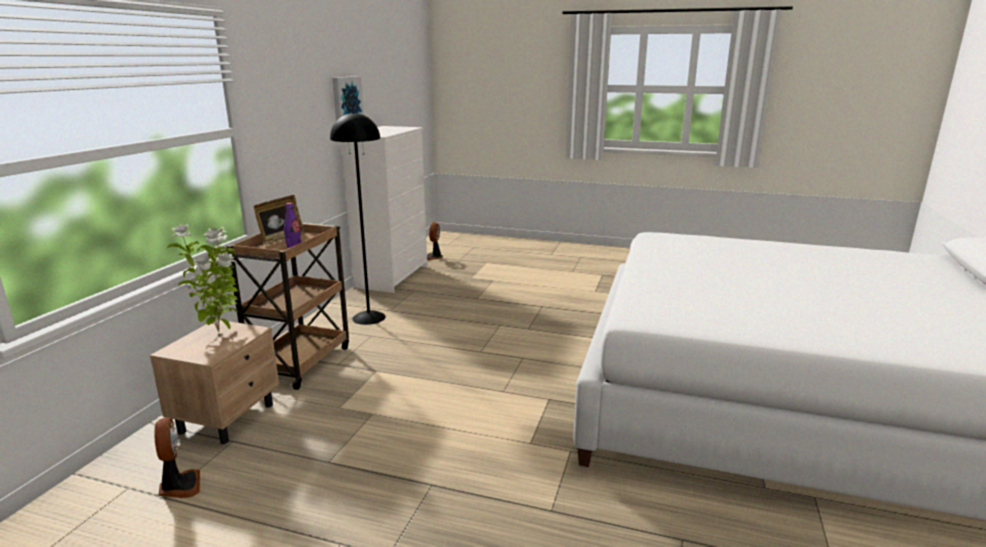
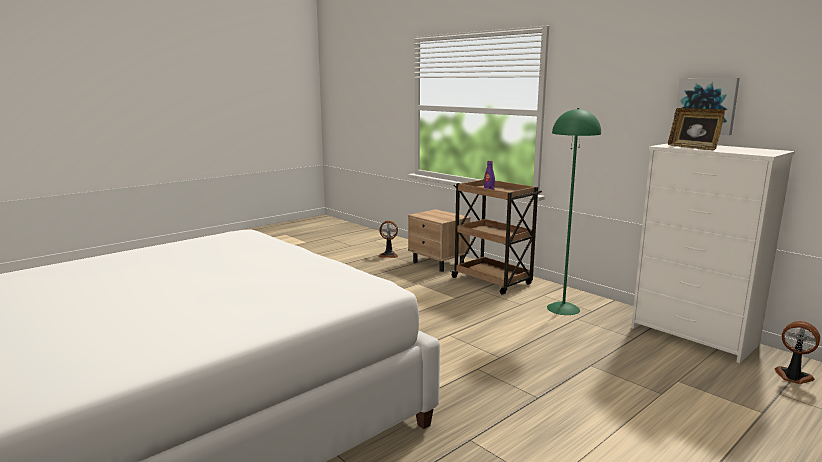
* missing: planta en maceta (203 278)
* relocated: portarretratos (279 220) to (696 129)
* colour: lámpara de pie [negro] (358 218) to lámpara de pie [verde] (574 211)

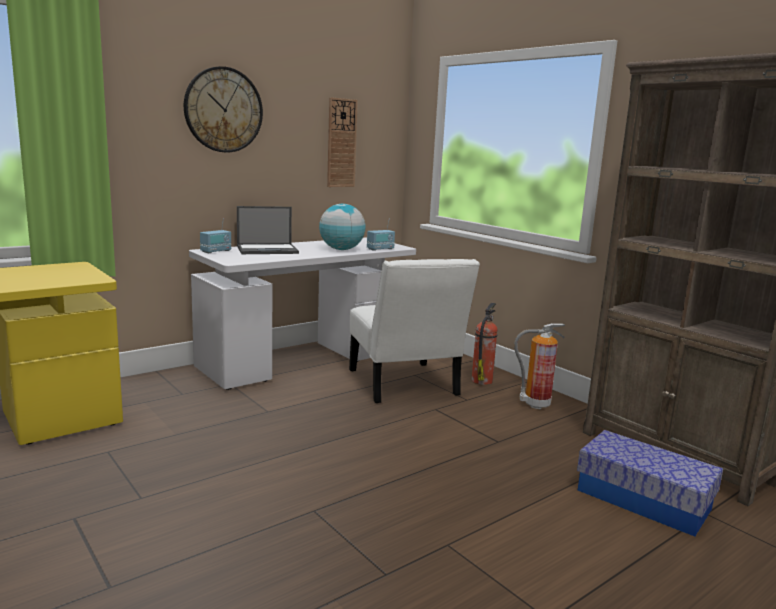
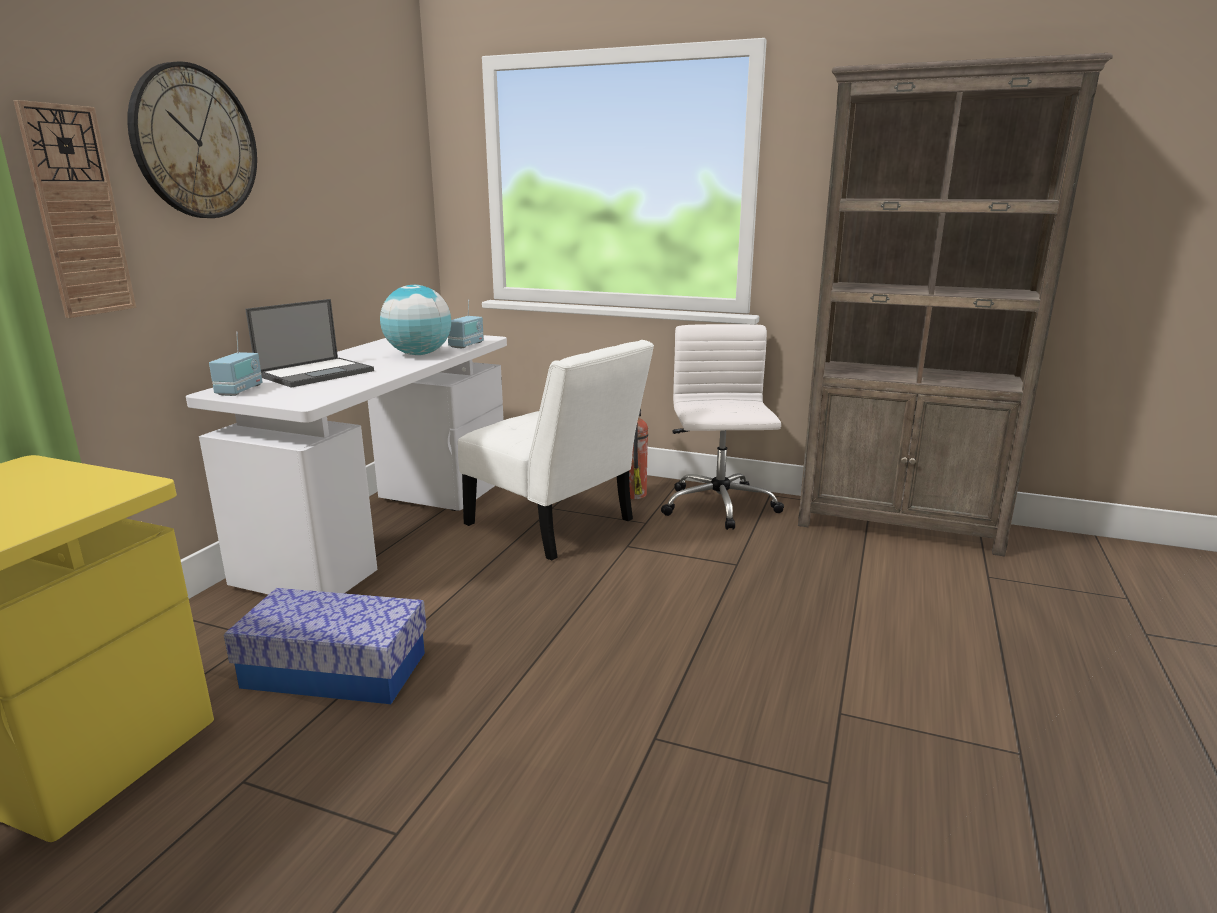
* relocated: reloj de pared (342 142) to (74 209)
* relocated: caja de almacenaje (650 483) to (325 646)
* exchanged: extintor (539 366) to silla de oficina [blanco] (722 427)

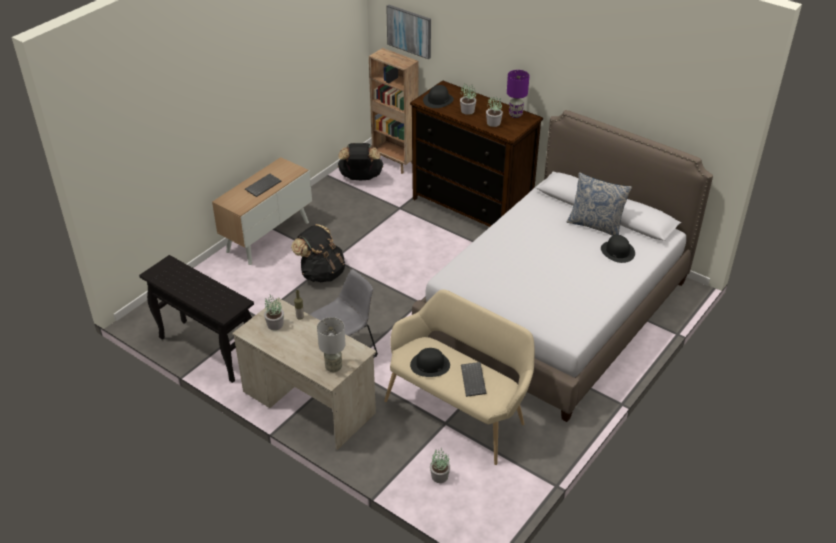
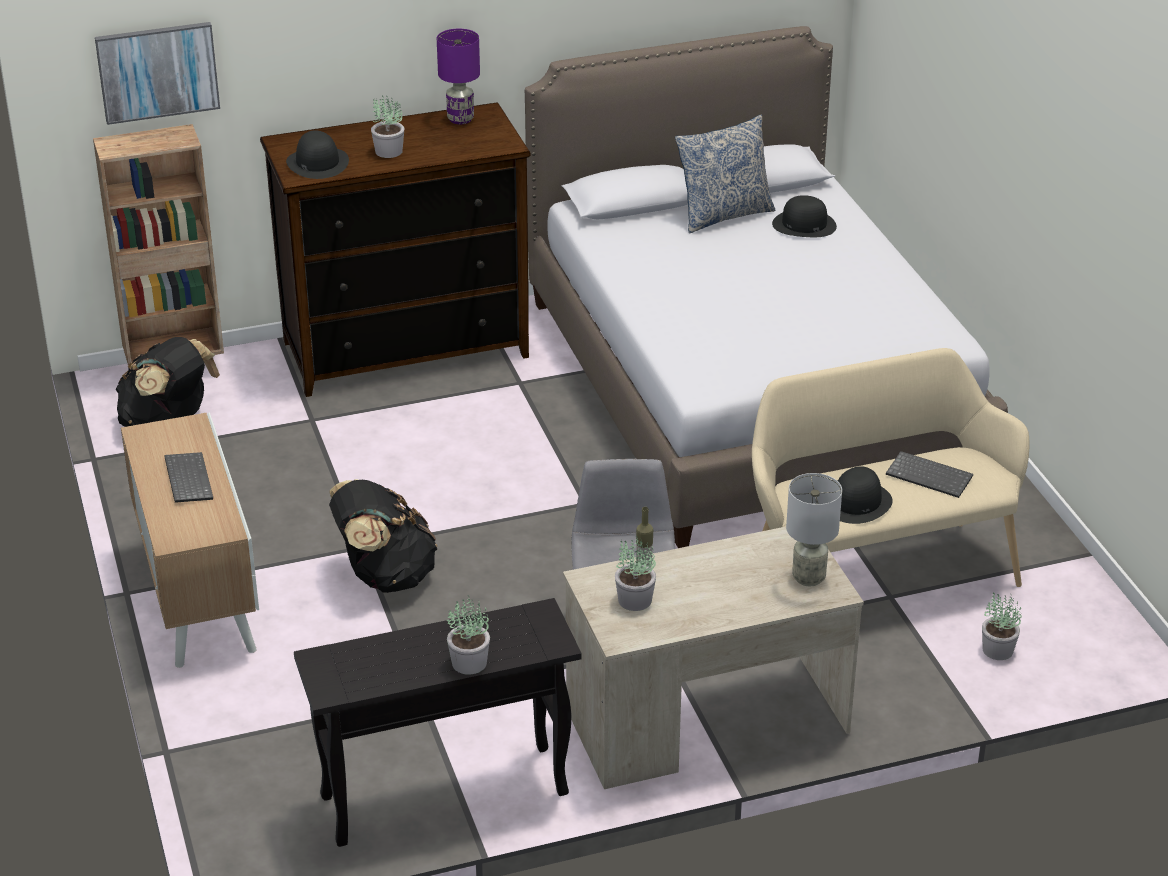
* relocated: planta en maceta (494 111) to (468 635)

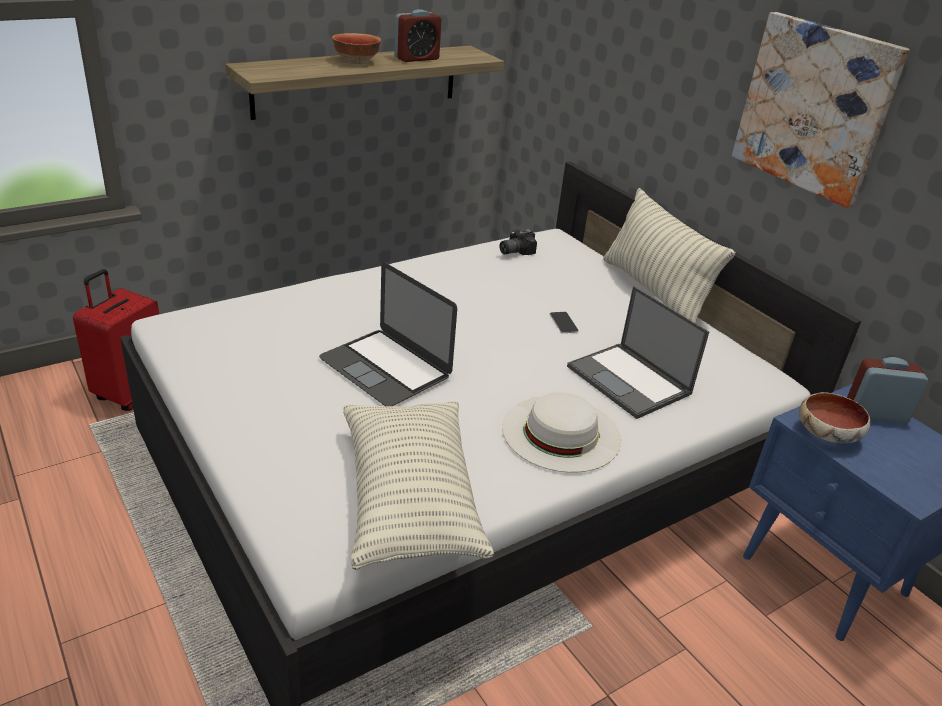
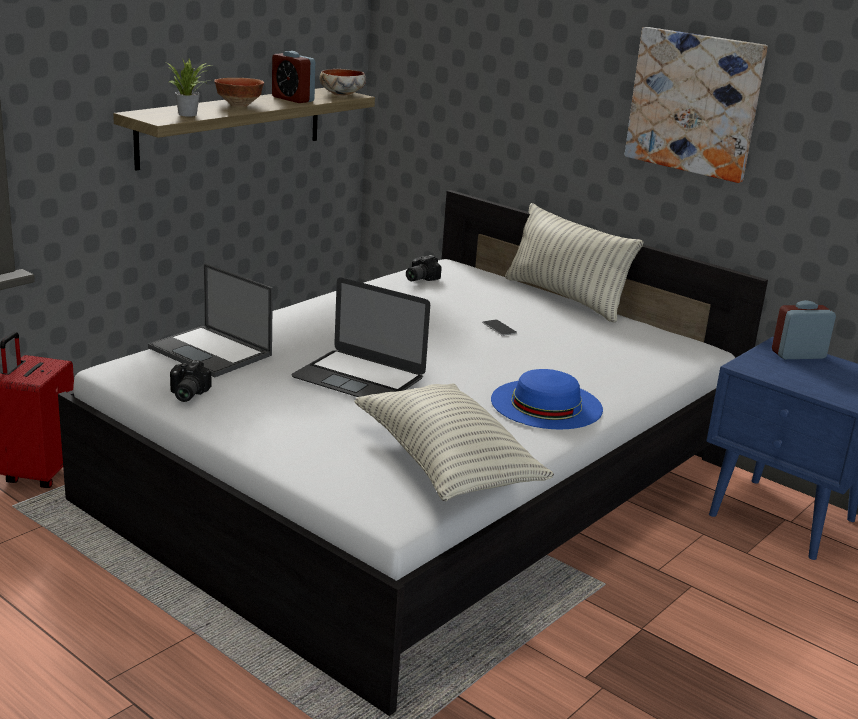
* appeared: planta en maceta (190 87)
* appeared: cámara (190 381)
* relocated: portátil (638 352) to (210 320)
* relocated: cuenco (835 417) to (343 82)
* colour: sombrero [blanco] (561 432) to sombrero [azul] (547 399)
* spun: despertador (417 35) = (293 77) 90 degrees clockwise

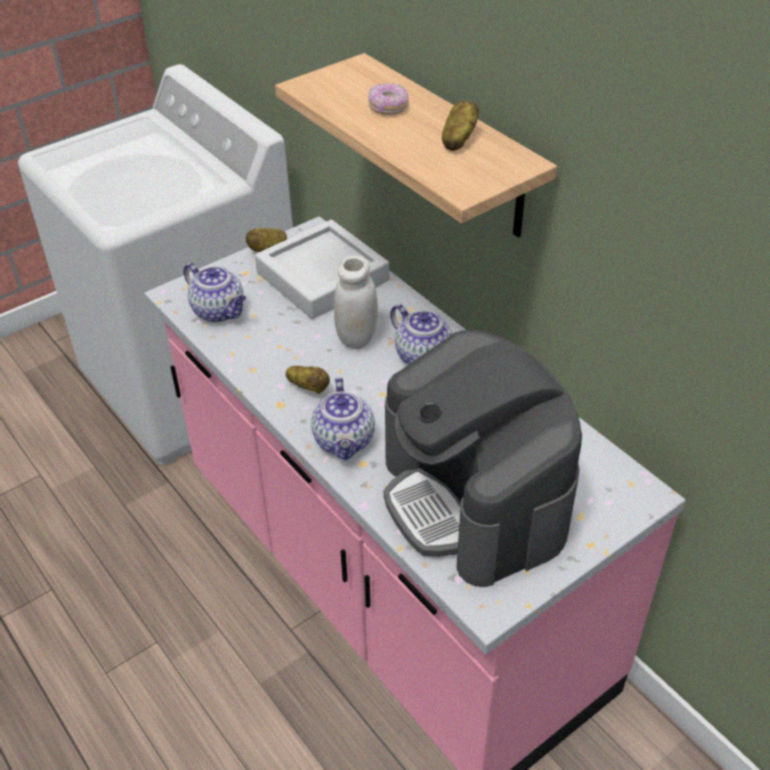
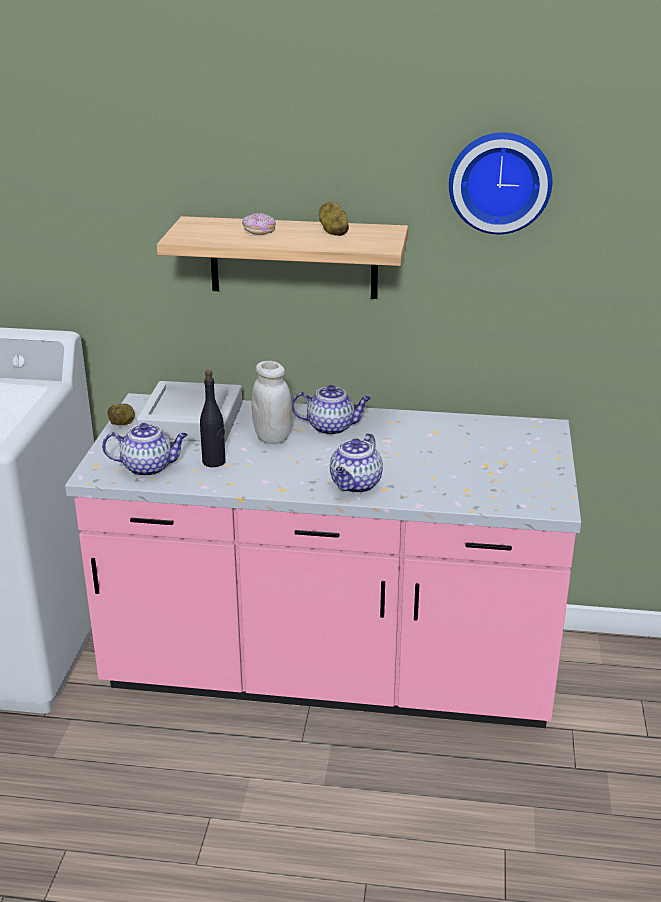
* missing: patata (307 380)
* missing: cafetera (483 458)
* appeared: botella [negro] (212 418)
* appeared: reloj de pared (500 183)
* spun: tetera (343 418) = (356 463) 75 degrees clockwise

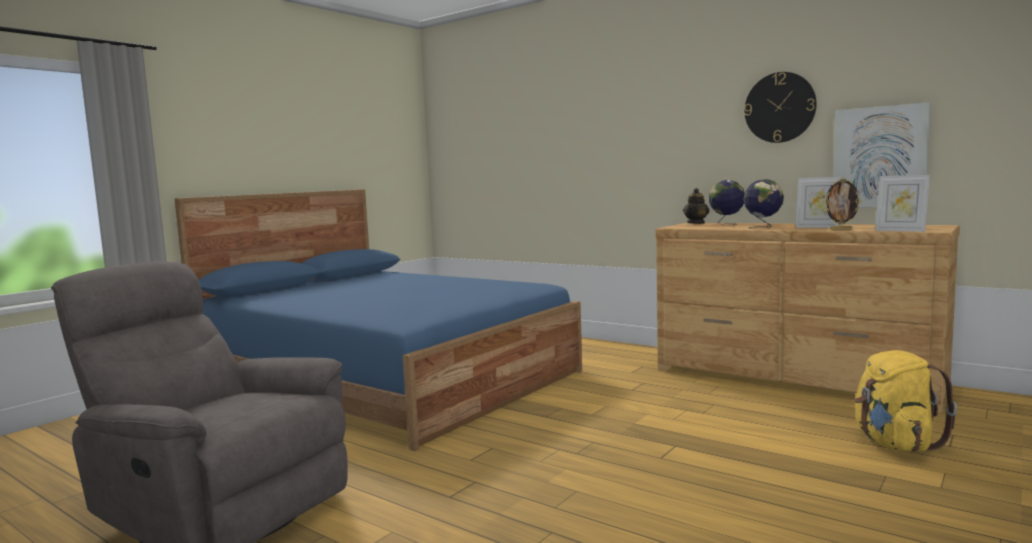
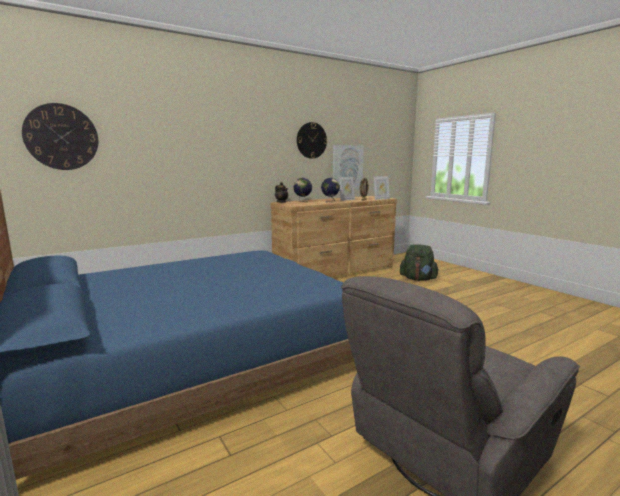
* appeared: reloj de pared (60 136)
* colour: mochila [amarillo] (906 400) to mochila [verde] (419 262)

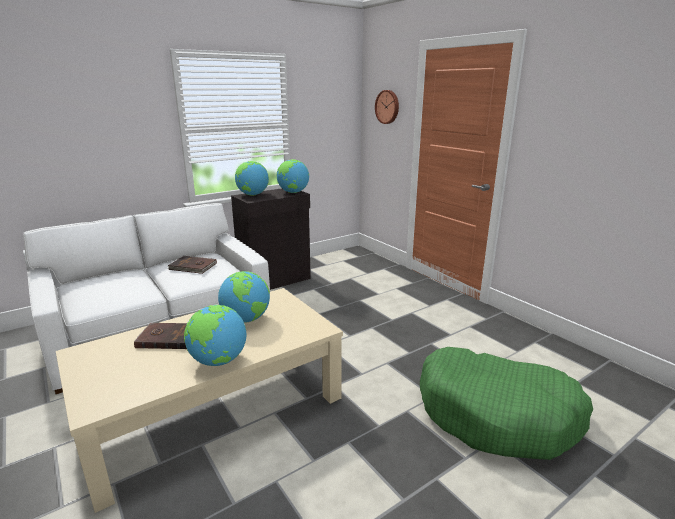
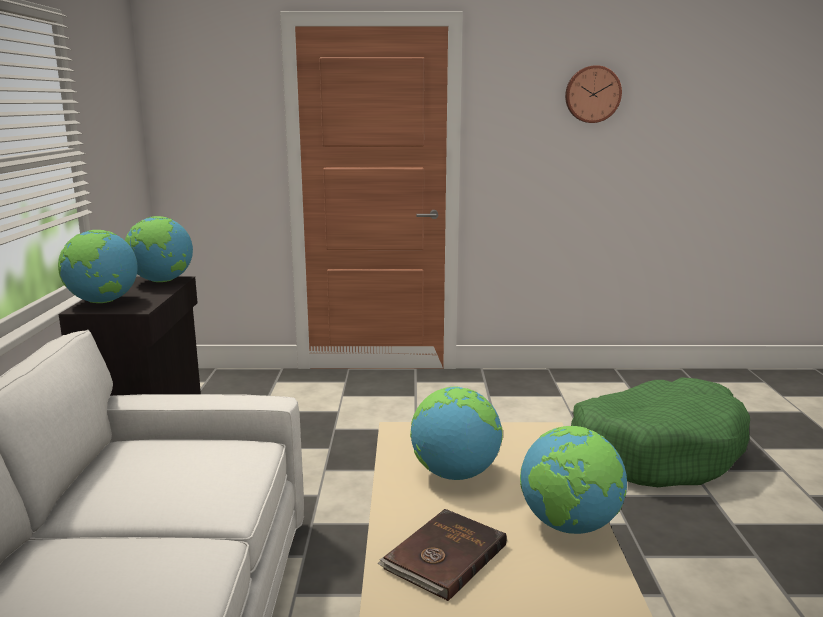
* missing: libro [marrón] (192 265)
* relocated: reloj de pared (387 107) to (593 94)

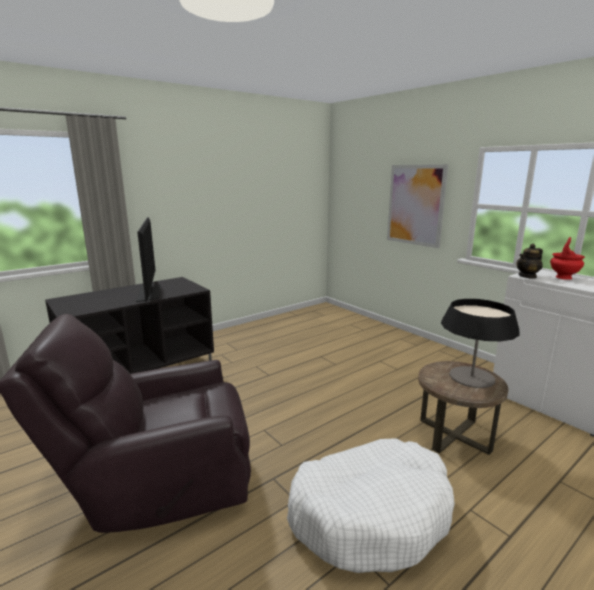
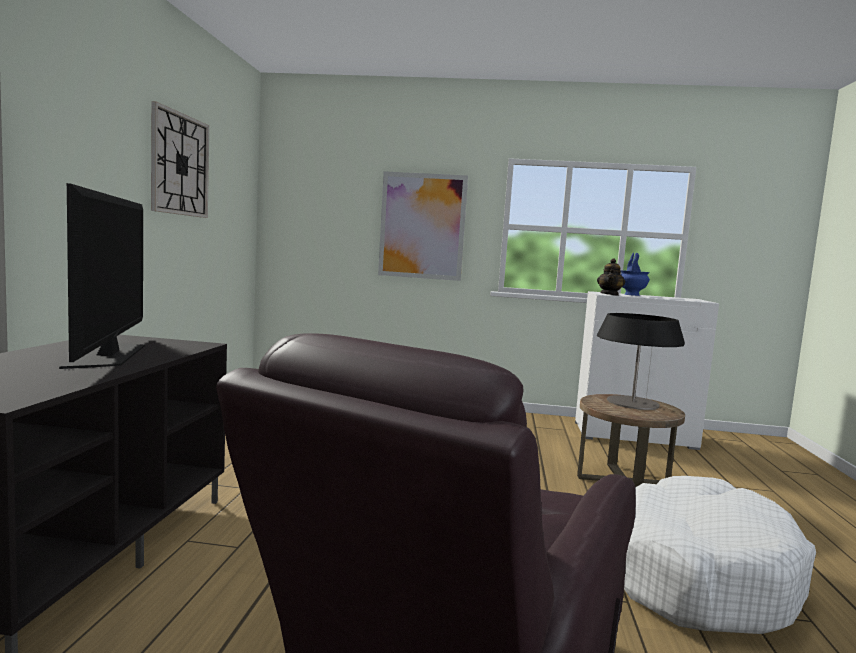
* appeared: reloj de pared (180 159)
* colour: florero [rojo] (567 258) to florero [azul] (635 274)
* spun: televisor (148 259) = (102 276) 45 degrees clockwise

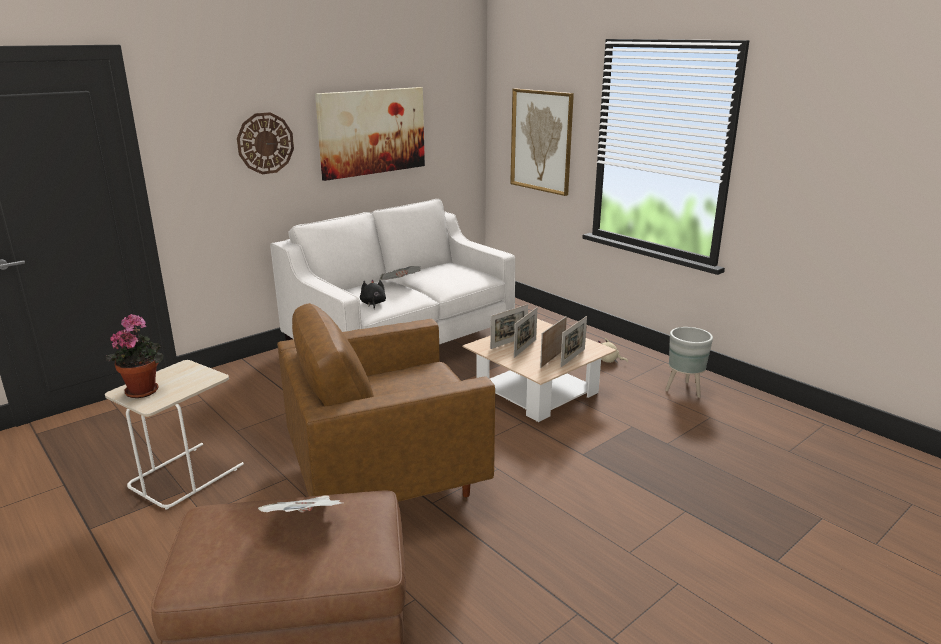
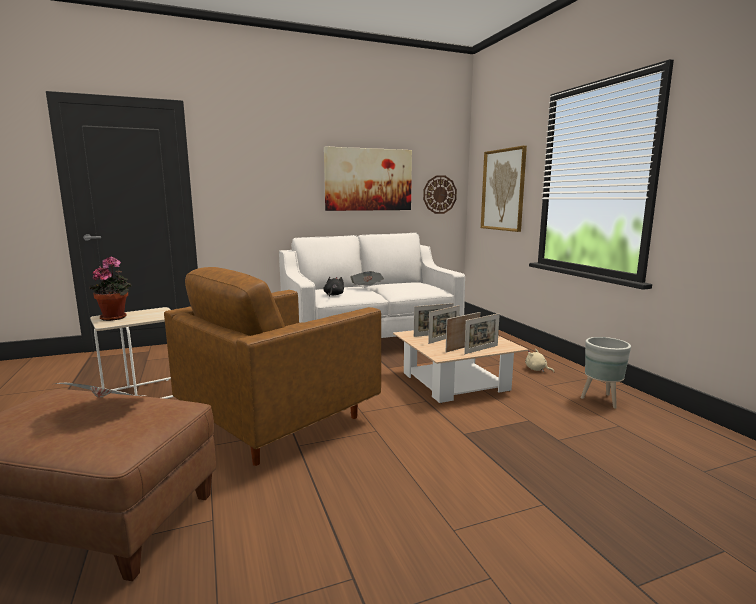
* relocated: reloj de pared (265 143) to (440 194)
* spun: sillón [marrón] (386 402) = (272 366) 45 degrees counterclockwise

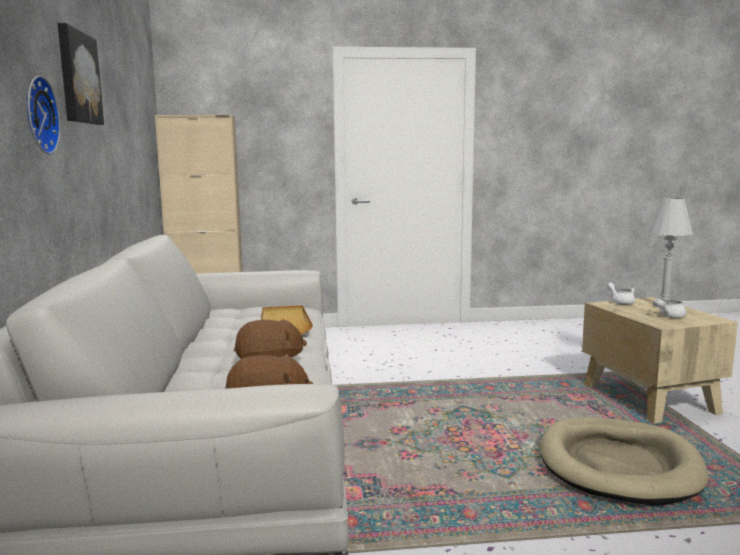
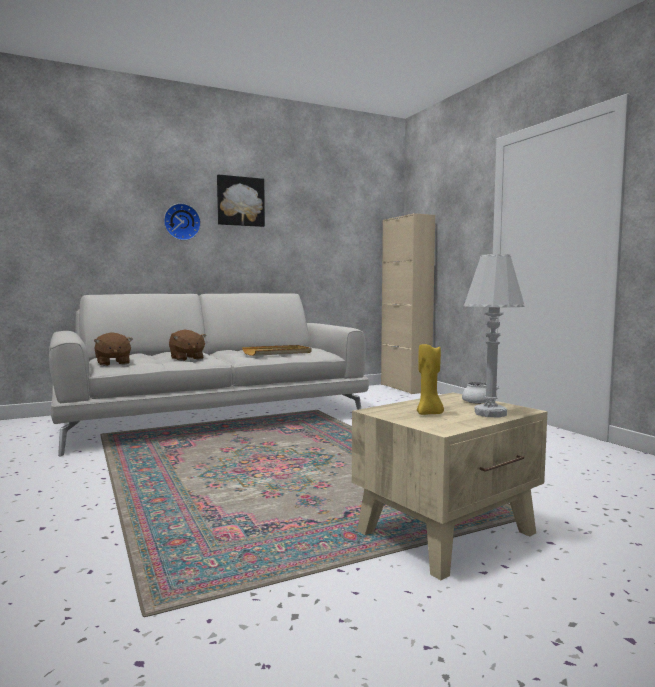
* missing: cama para perro [beis] (624 461)
* exchanged: tetera [blanco] (671 308) to vela [amarillo] (430 379)

